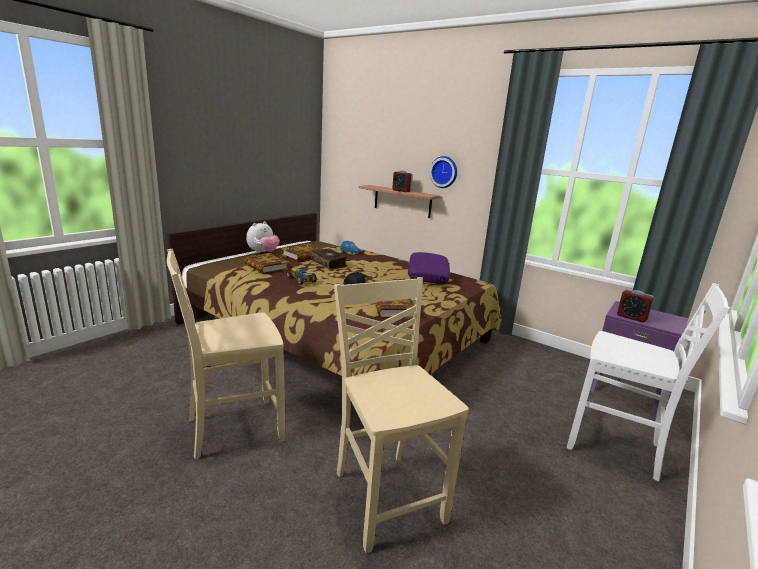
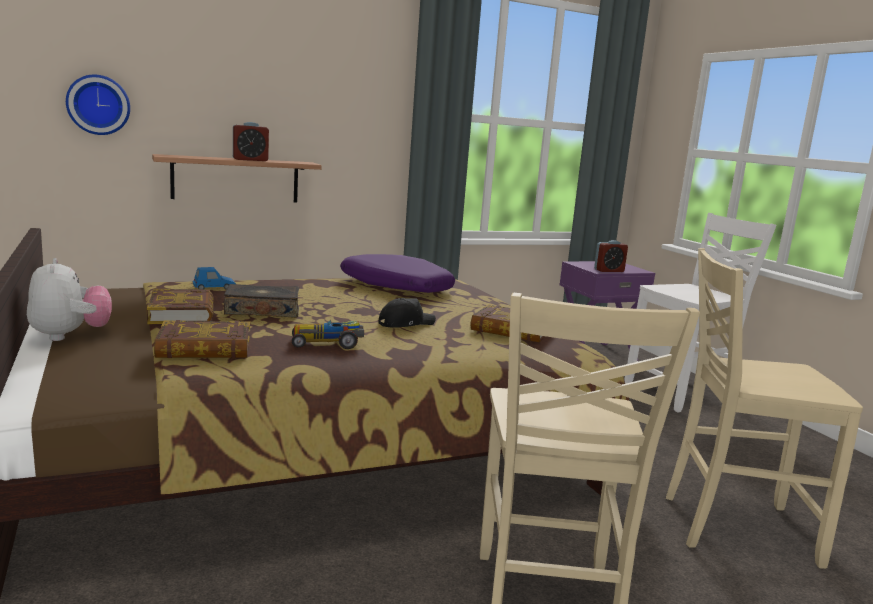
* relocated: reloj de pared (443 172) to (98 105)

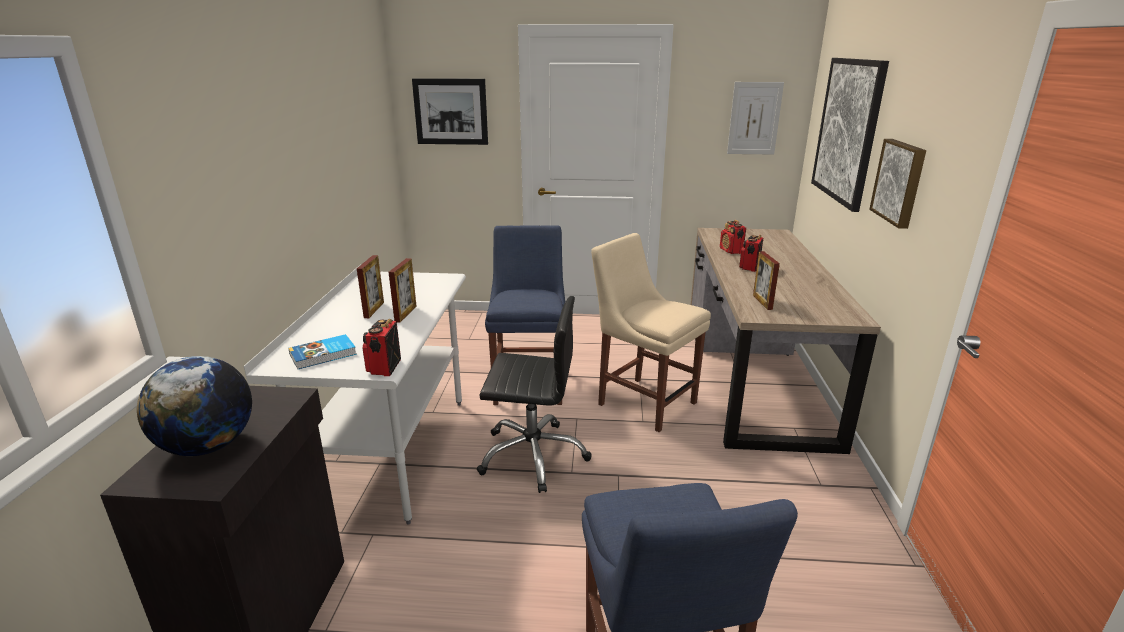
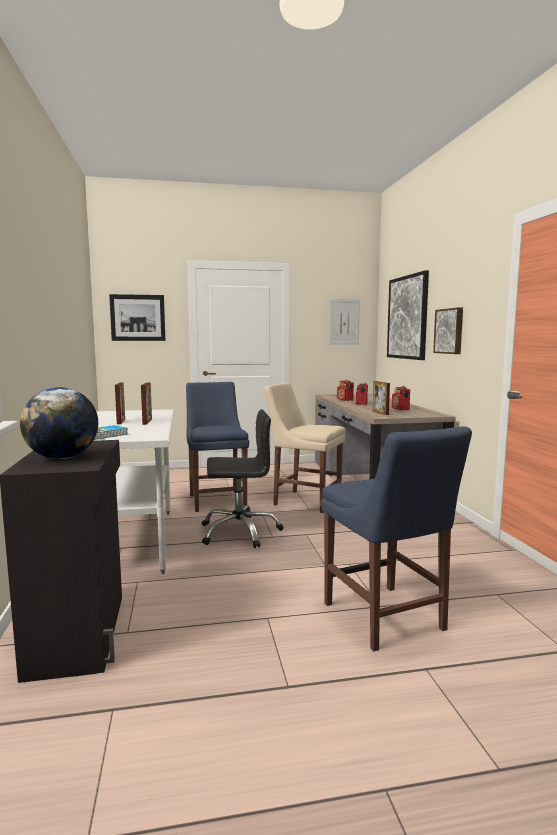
* relocated: radio (381 347) to (401 397)

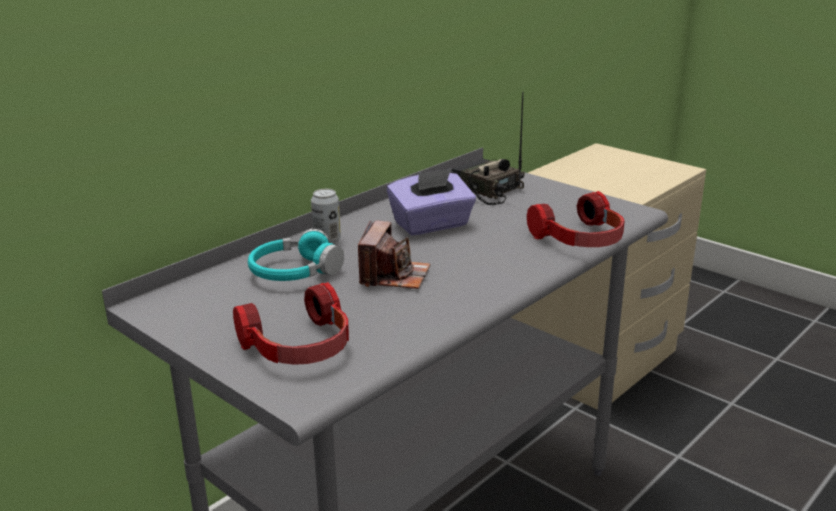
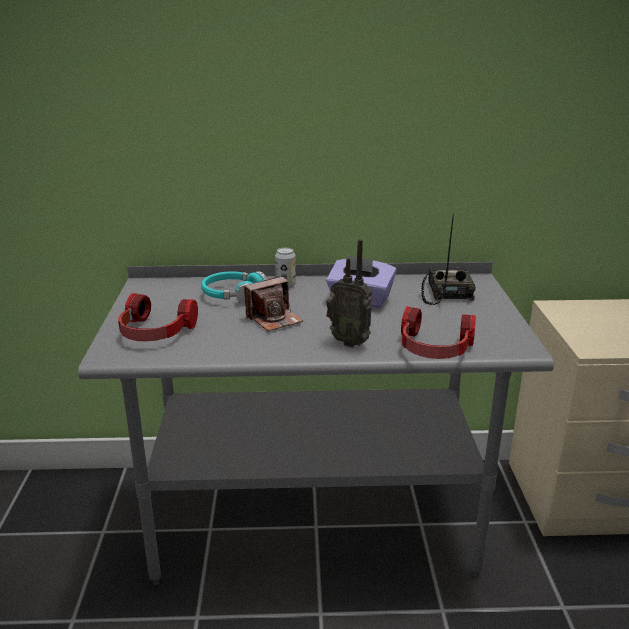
* appeared: radio (349 293)

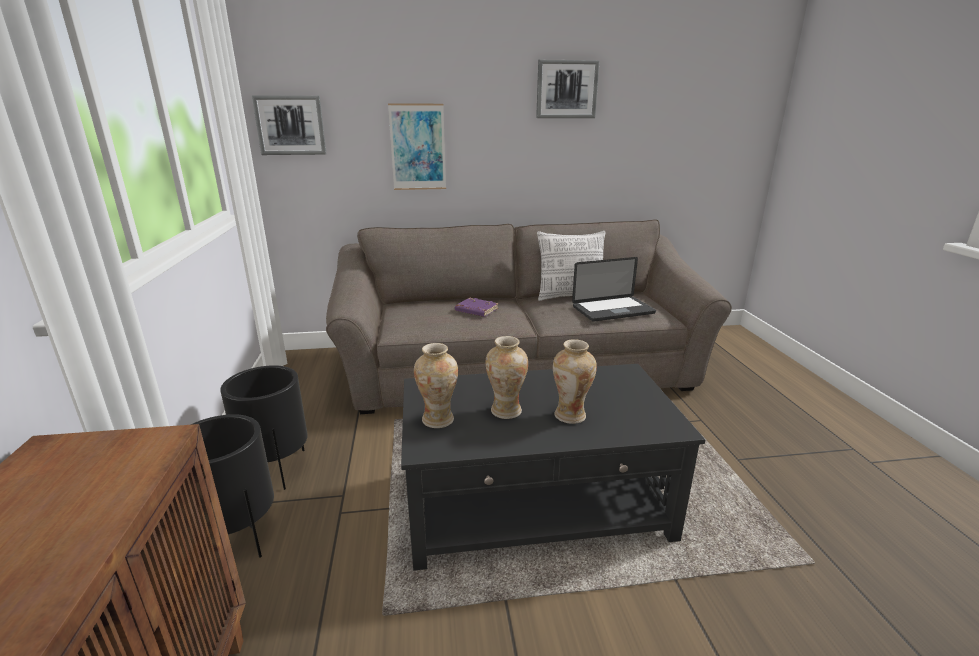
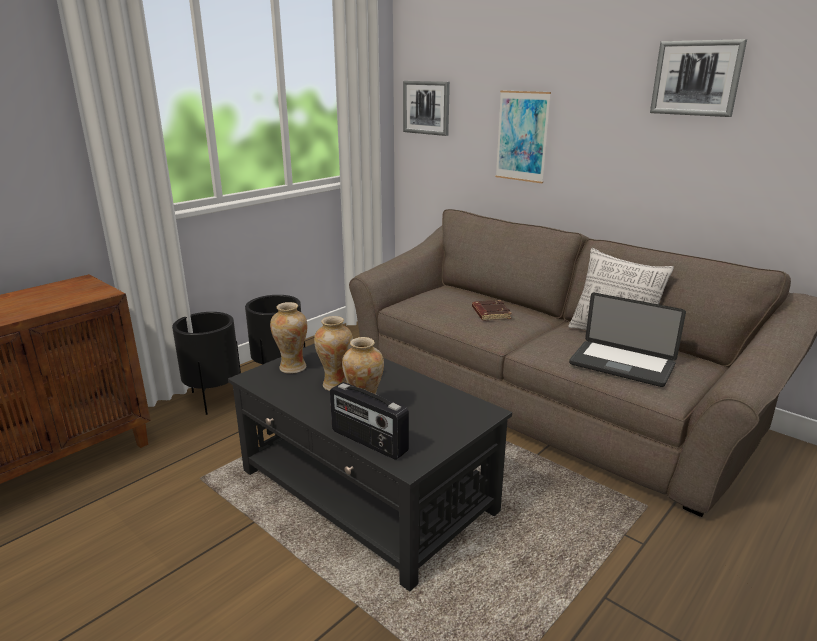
* appeared: radio (369 421)
* colour: libro [morado] (476 307) to libro [marrón] (492 310)

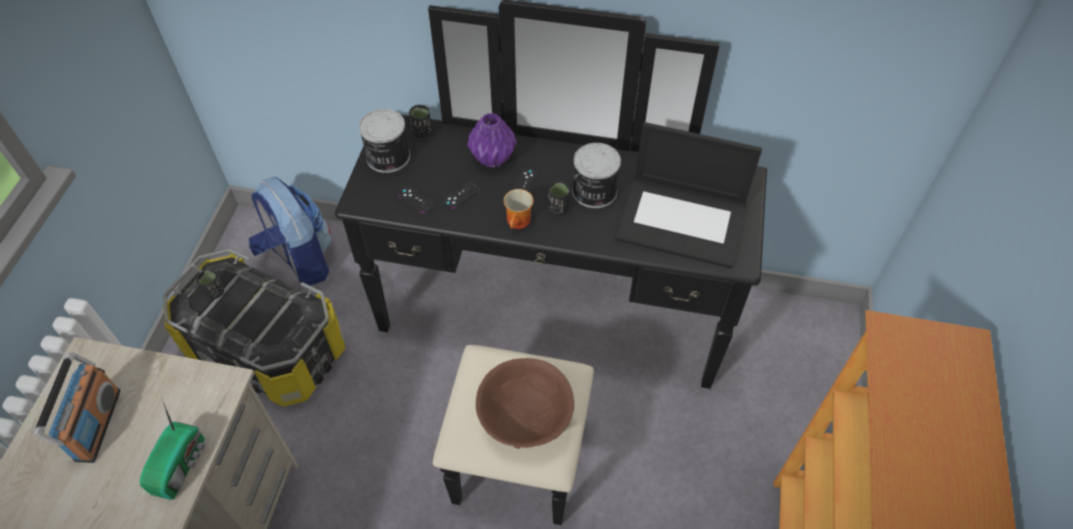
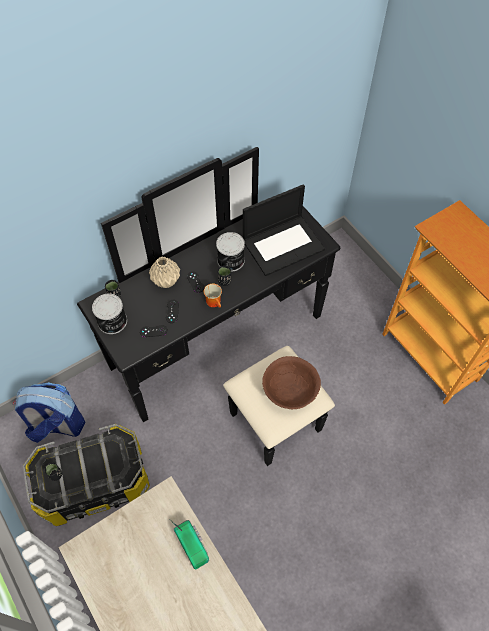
* missing: radio (76 408)
* colour: florero [morado] (492 140) to florero [beis] (164 272)

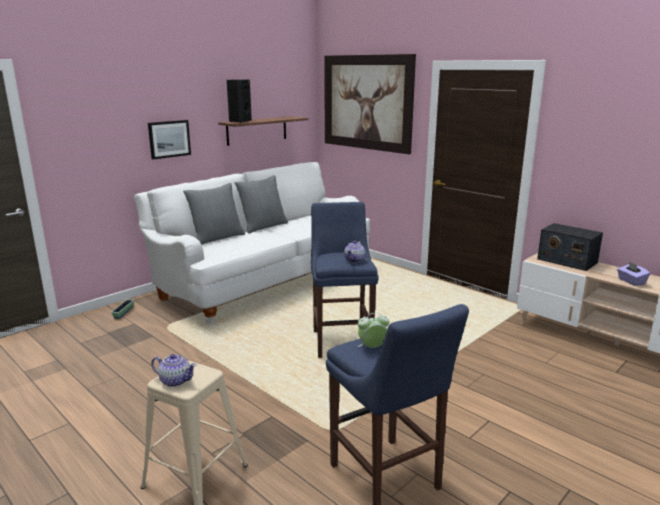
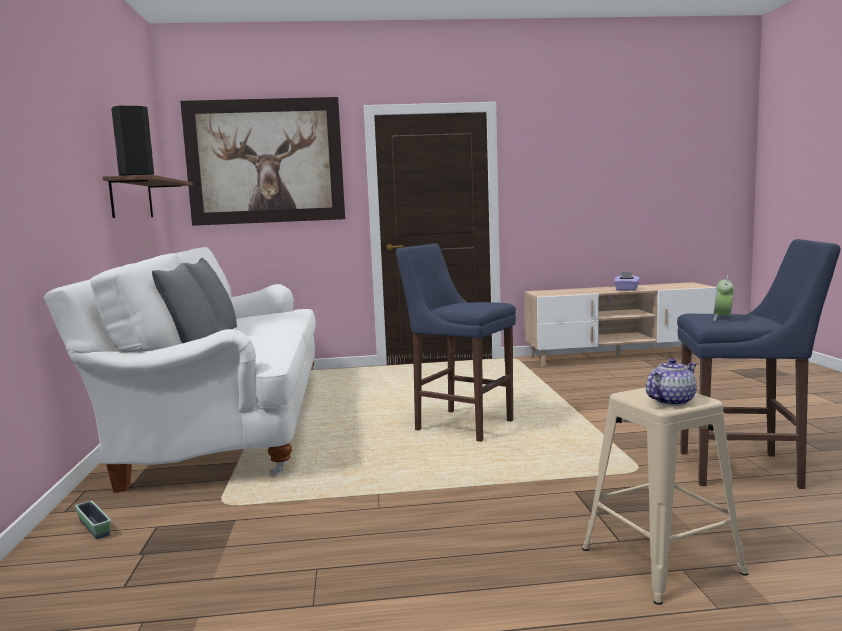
* missing: cuadro (169 140)
* missing: tetera (354 252)
* missing: radio (570 247)

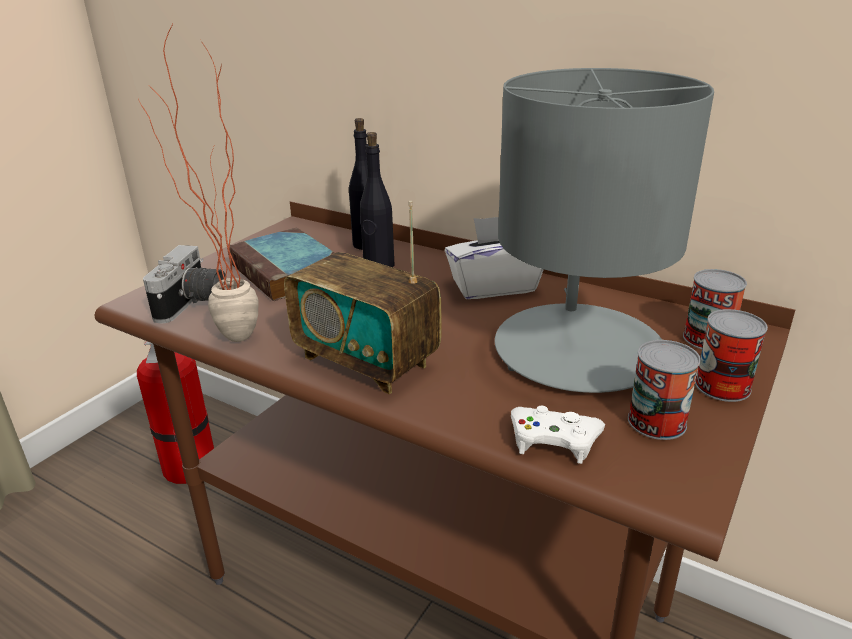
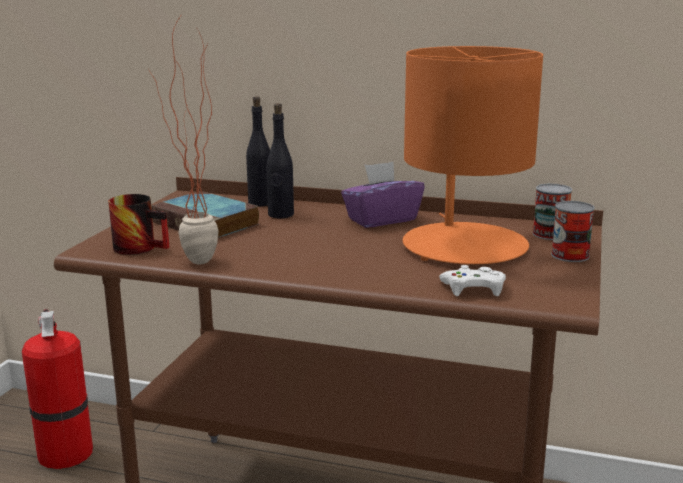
* missing: radio (363 298)
* missing: lata (664 390)
* exchanged: cámara (185 284) to taza grande (139 224)
* colour: caja de pañuelos [blanco] (494 258) to caja de pañuelos [morado] (383 195)
* colour: lámpara de mesa [gris] (604 230) to lámpara de mesa [naranja] (473 155)

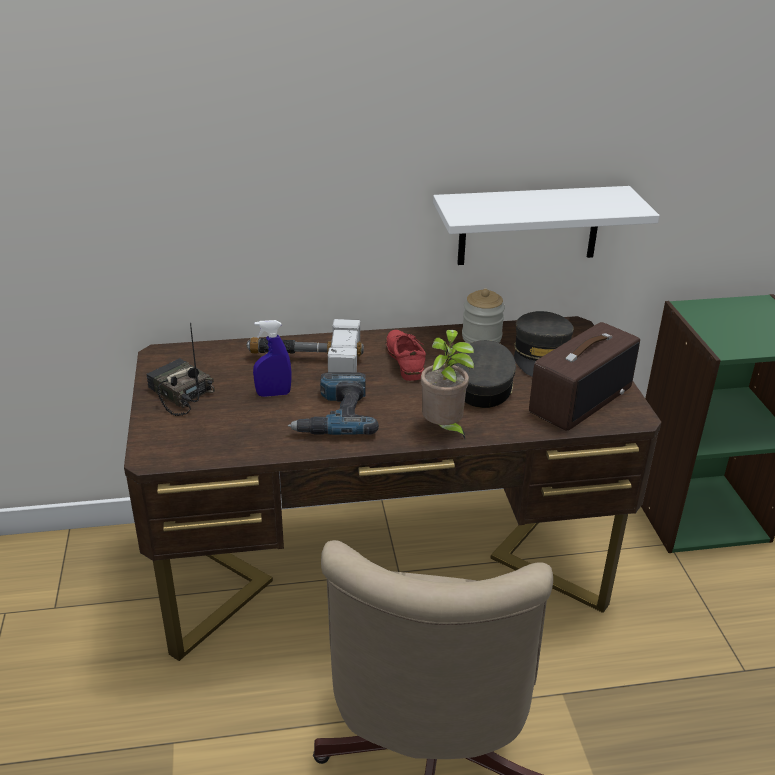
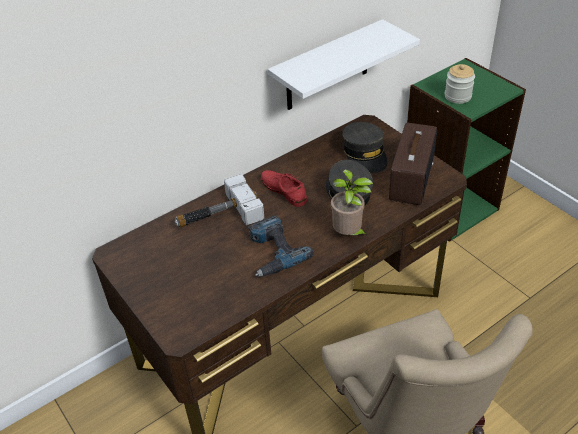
* missing: radio (180 369)
* missing: pulverizador [azul] (272 358)
* relocated: tarro (483 316) to (460 84)

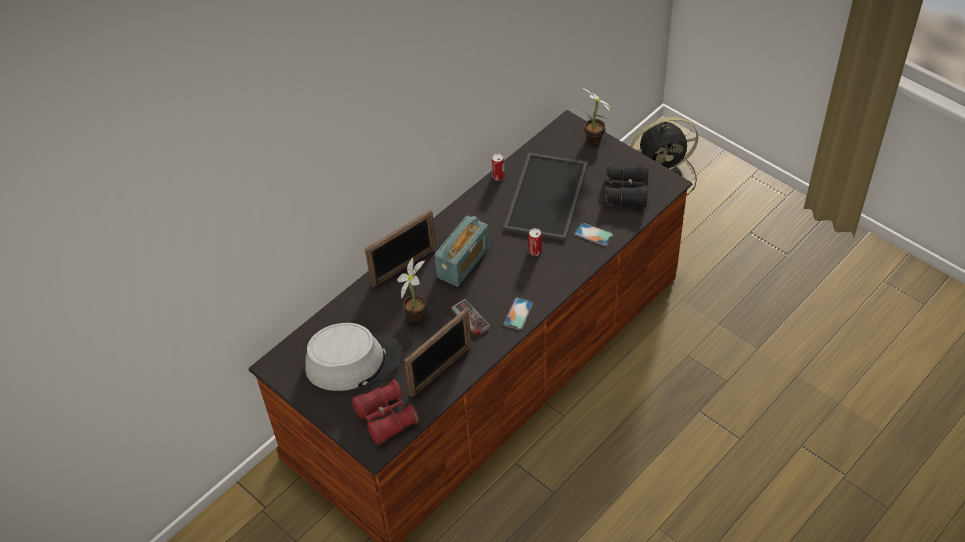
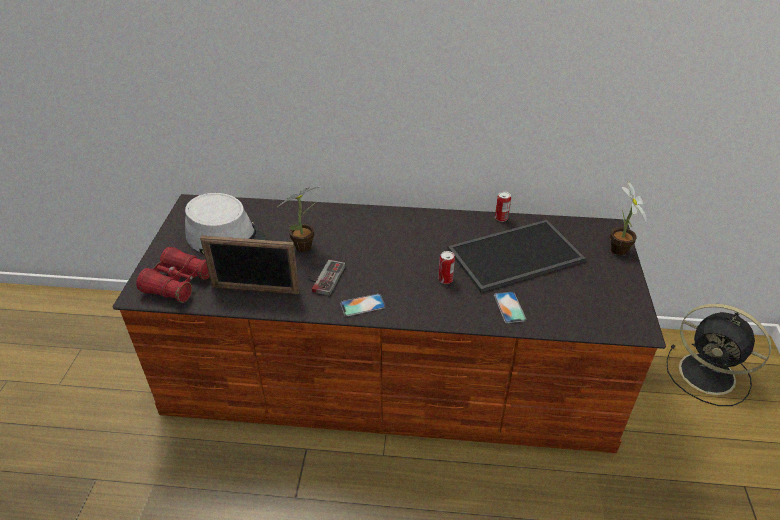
* missing: portarretratos (400 248)
* missing: radio (461 251)
* missing: prismáticos [negro] (627 186)

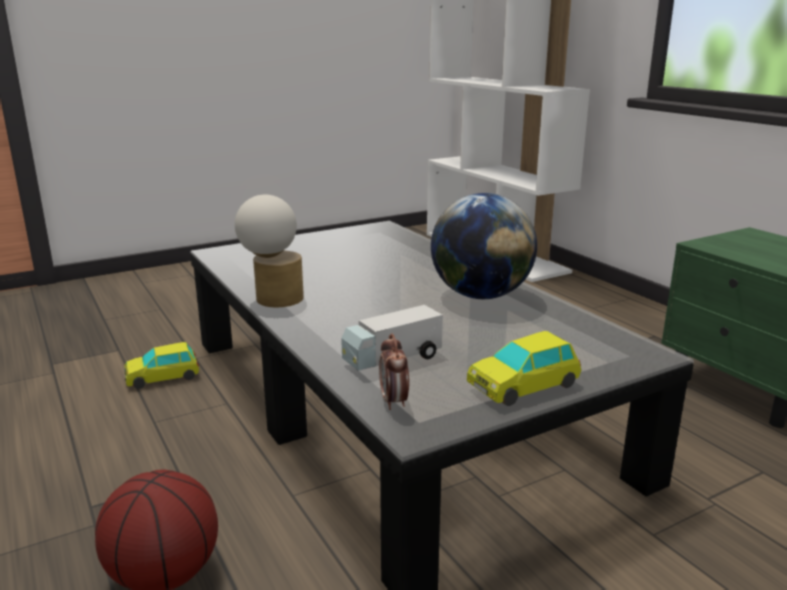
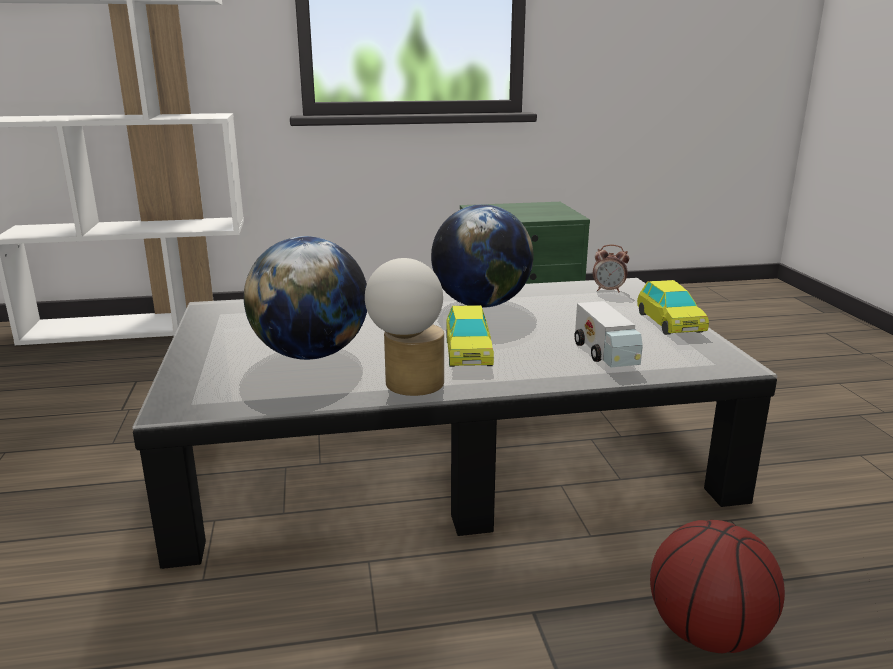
* appeared: globo terráqueo (305 298)
* relocated: coche de juguete (161 365) to (470 336)
* relocated: despertador (394 371) to (611 268)

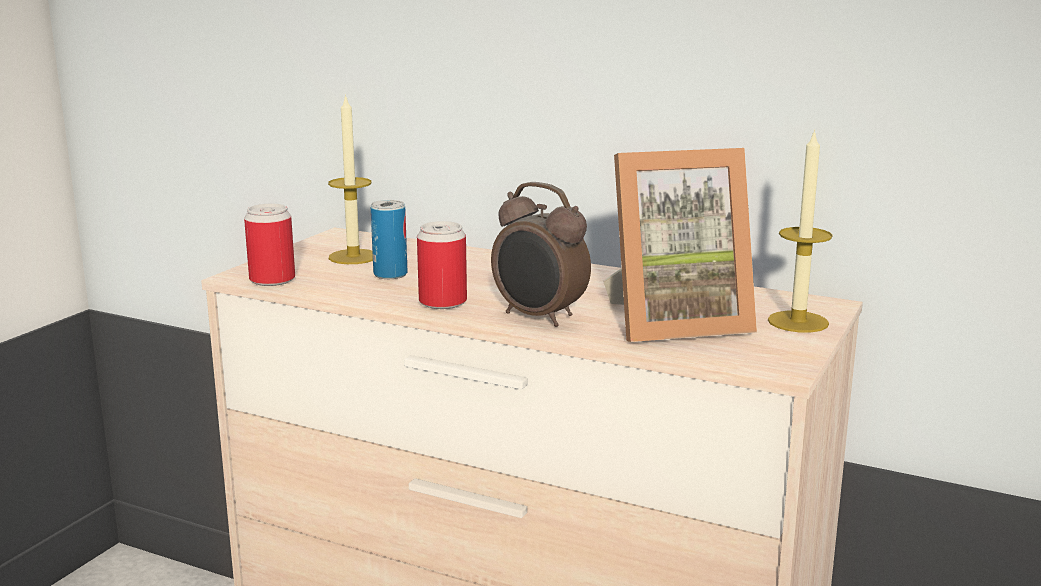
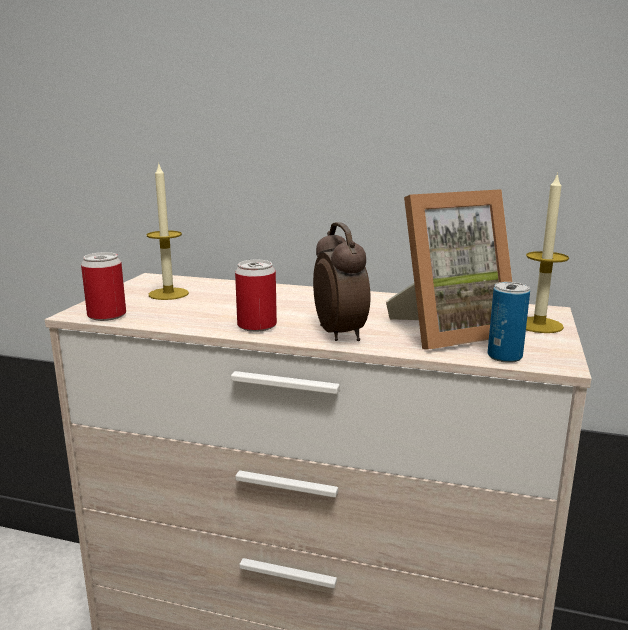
* relocated: lata (389 239) to (509 322)
* spun: despertador (541 254) = (341 281) 135 degrees counterclockwise

